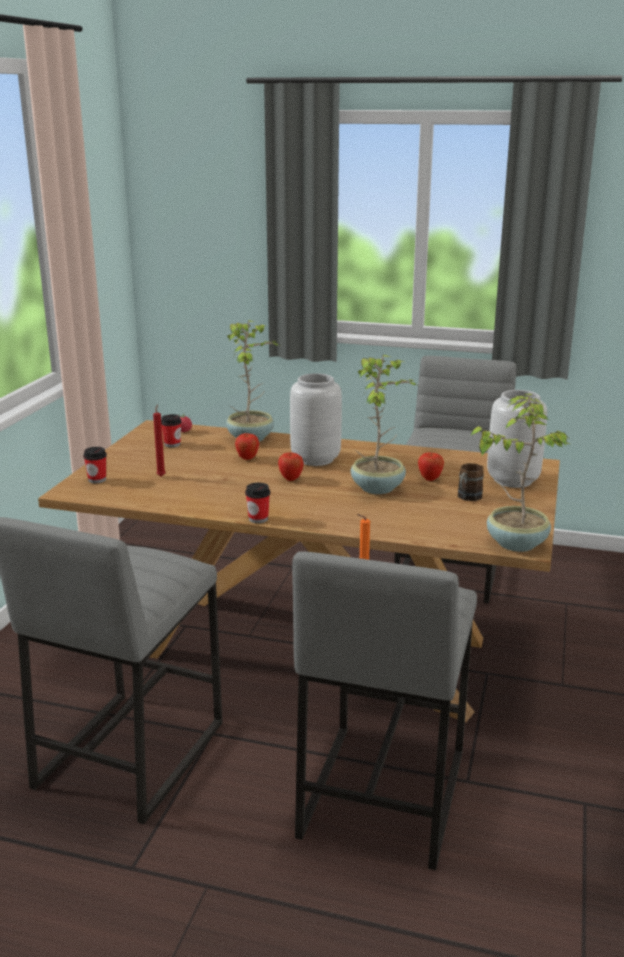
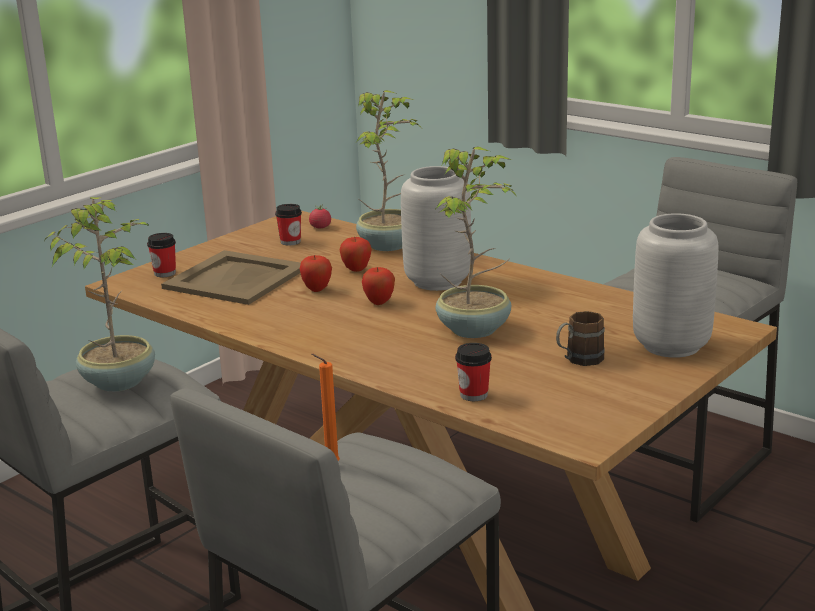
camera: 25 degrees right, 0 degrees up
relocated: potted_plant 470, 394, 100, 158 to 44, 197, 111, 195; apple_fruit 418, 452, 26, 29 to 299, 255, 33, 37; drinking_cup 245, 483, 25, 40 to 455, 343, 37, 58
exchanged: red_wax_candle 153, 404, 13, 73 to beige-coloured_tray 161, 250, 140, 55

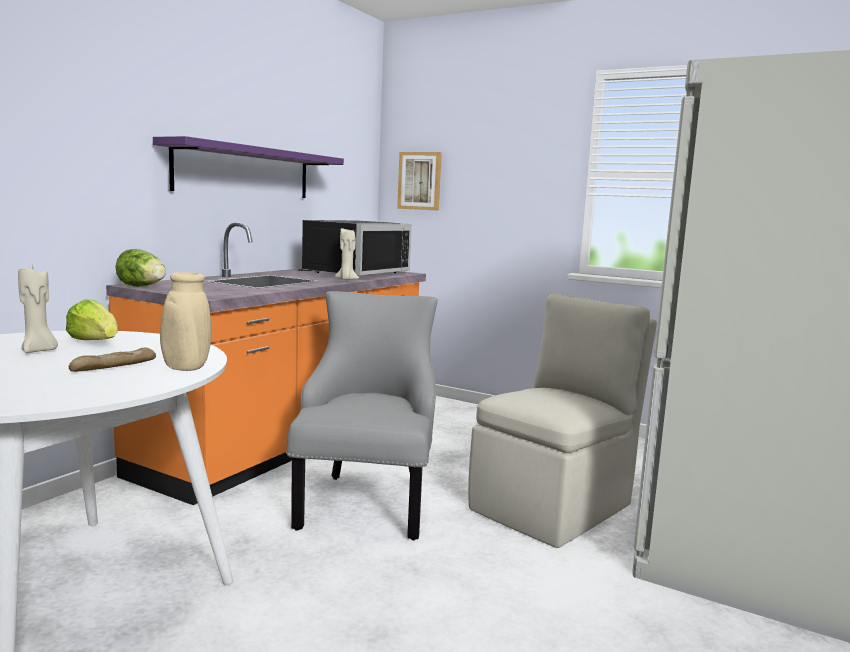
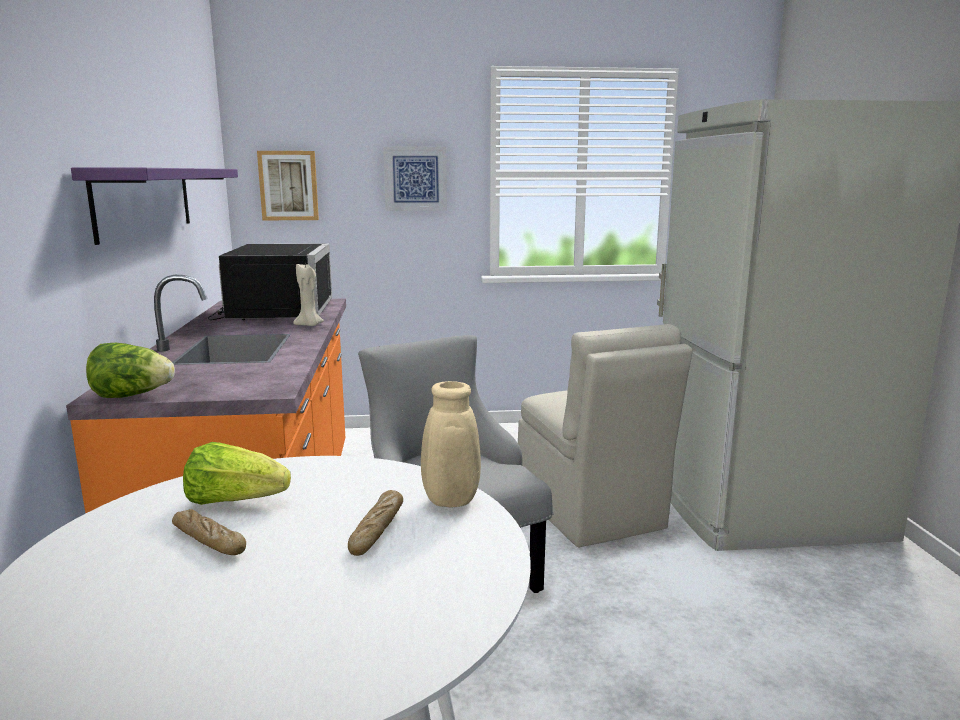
camera: 35 degrees left, 5 degrees up
appeared: picture 383, 147, 64, 64
exchanged: beige-coloured_wax_candle 18, 268, 40, 85 to bread 172, 509, 74, 46
spun: beige-coloured_chair 468, 294, 189, 254 = 518, 324, 175, 223 150 degrees clockwise

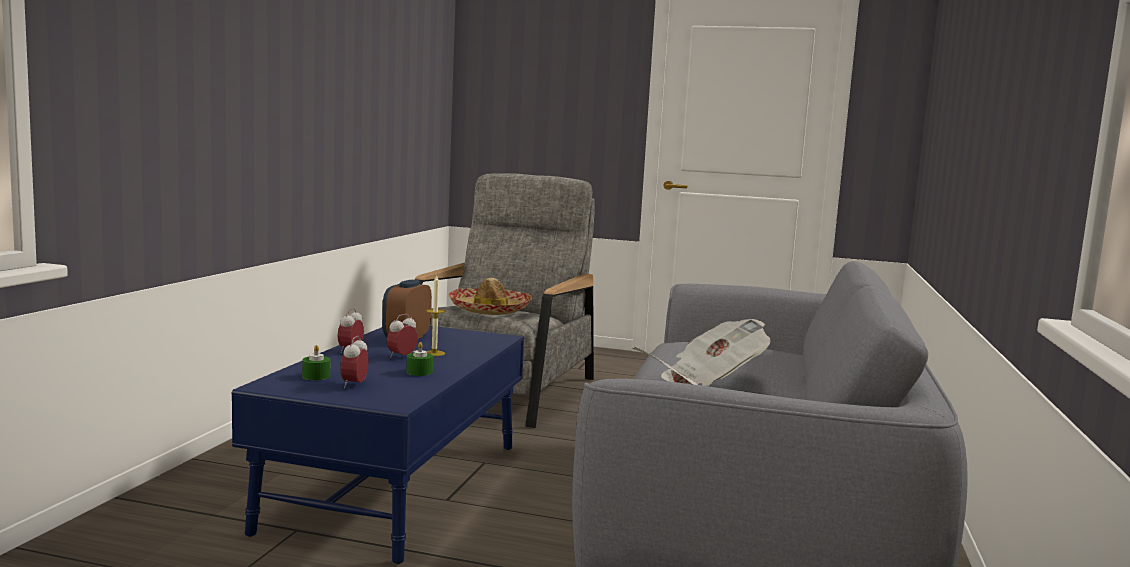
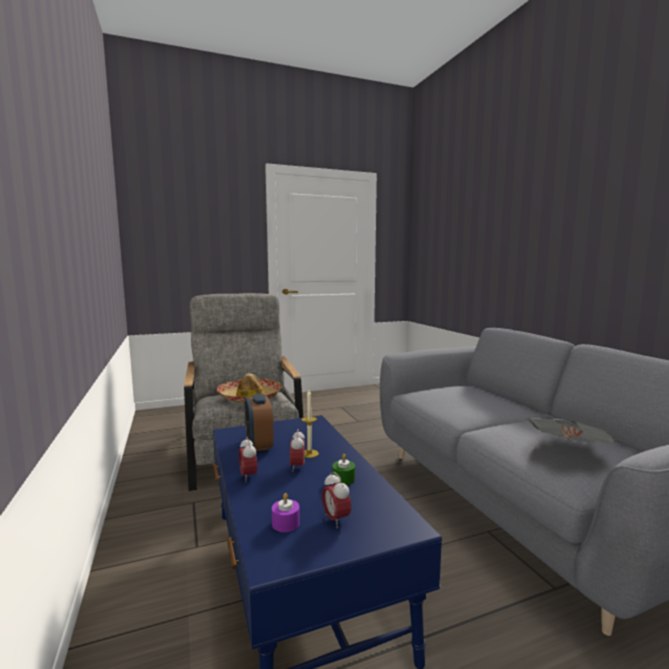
camera: 35 degrees left, 0 degrees up
missing: daily_paper 661, 319, 110, 67
colour: greenish_wax_candle 302, 345, 28, 35 to purple_wax_candle 272, 493, 28, 39

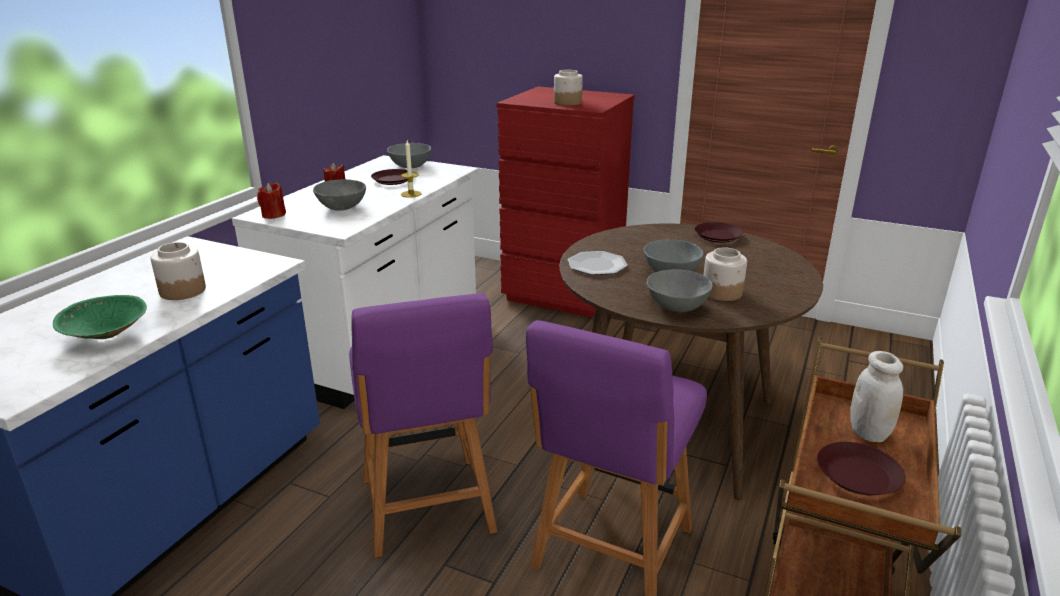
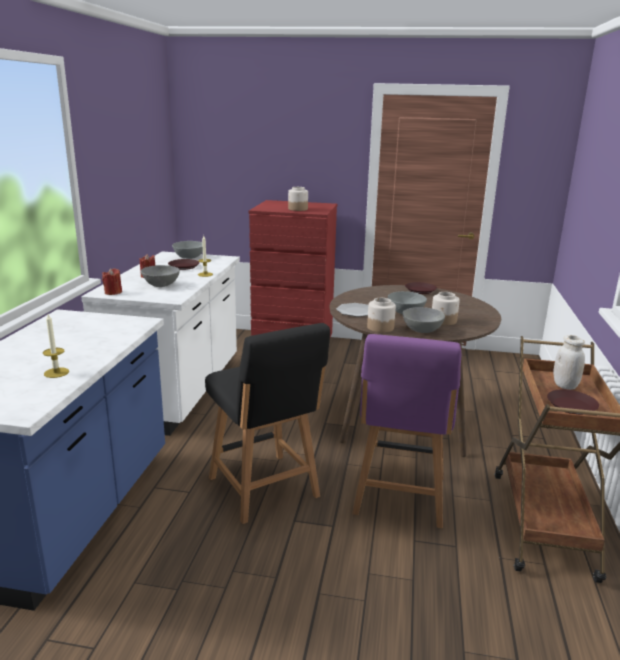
camera: 15 degrees left, 5 degrees down
relocated: jar 151, 242, 55, 58 to 367, 298, 29, 35
exchanged: greenish_serving_bowl 53, 295, 94, 44 to wax_candle 43, 314, 26, 64
colour: purple_chair 349, 293, 148, 265 to black_chair 205, 323, 125, 201

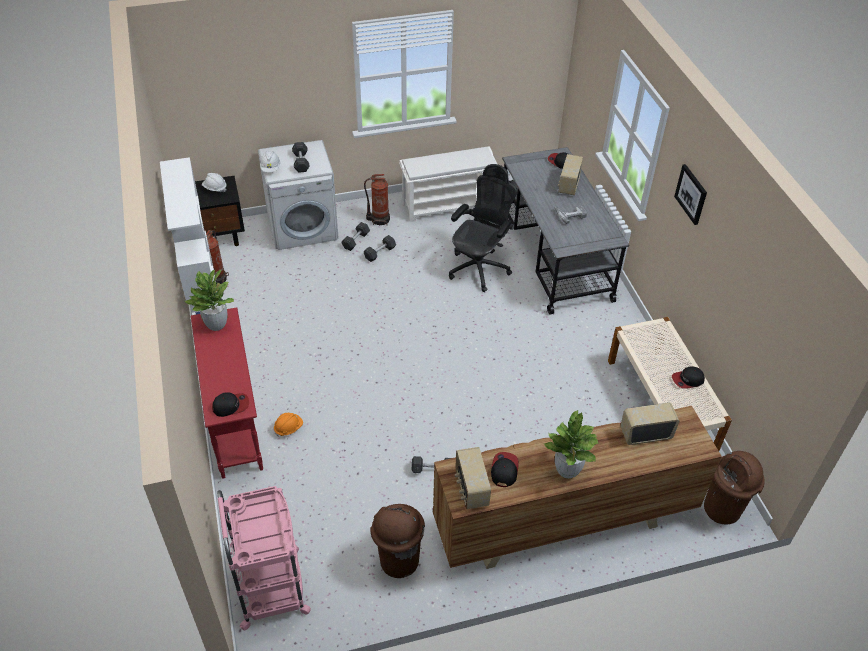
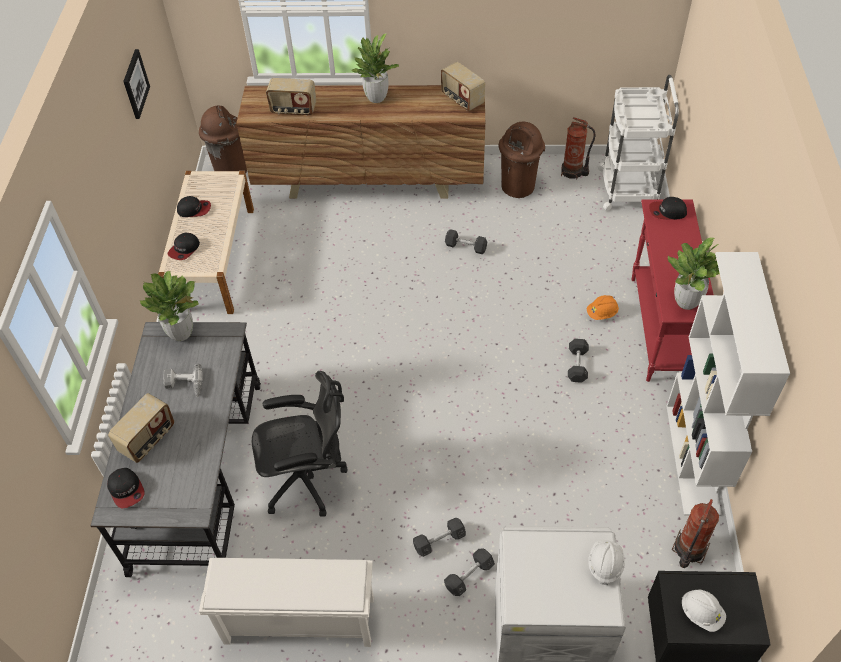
camera: 160 degrees left, 5 degrees up
appeared: potted_plant 140, 271, 59, 70
relocated: picture 674, 164, 33, 61 to 123, 49, 27, 70; cap 491, 452, 28, 35 to 167, 233, 33, 27; fire-fighting_cylinder 364, 174, 26, 51 to 561, 117, 34, 63; gray_dumbbell 292, 142, 17, 31 to 568, 338, 21, 45
colour: pinkish_trolley 218, 486, 93, 144 to white-coloured_trolley 598, 75, 81, 136
spun: computer_chair 449, 164, 68, 128 = 252, 371, 95, 146 150 degrees counterclockwise; radio 455, 447, 36, 62 = 441, 62, 44, 49 135 degrees clockwise

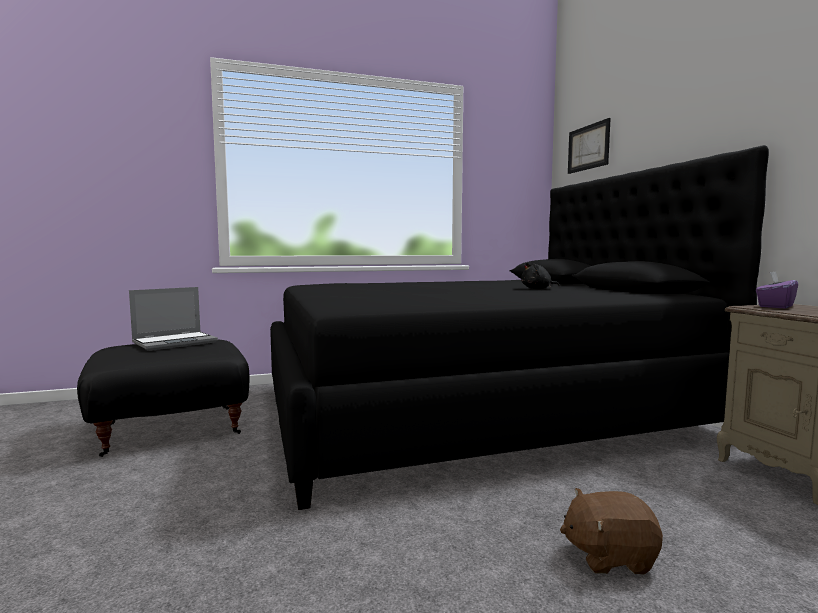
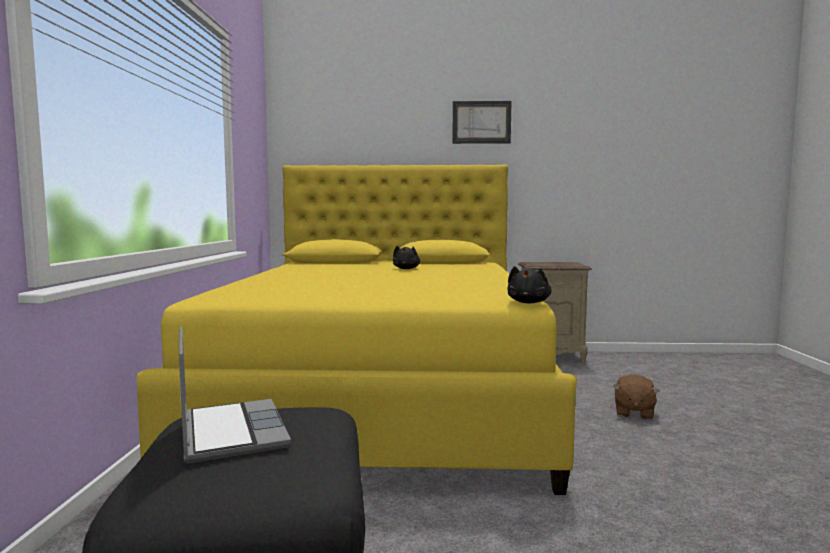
camera: 70 degrees left, 0 degrees up
missing: purple_tissue_box 756, 271, 42, 38
appeared: black_cuddly_toy 507, 266, 45, 37
relocated: picture 568, 118, 43, 56 to 452, 101, 59, 43
colour: black_bedroom_bed 270, 145, 499, 365 to yellowish_bedroom_bed 136, 165, 441, 330

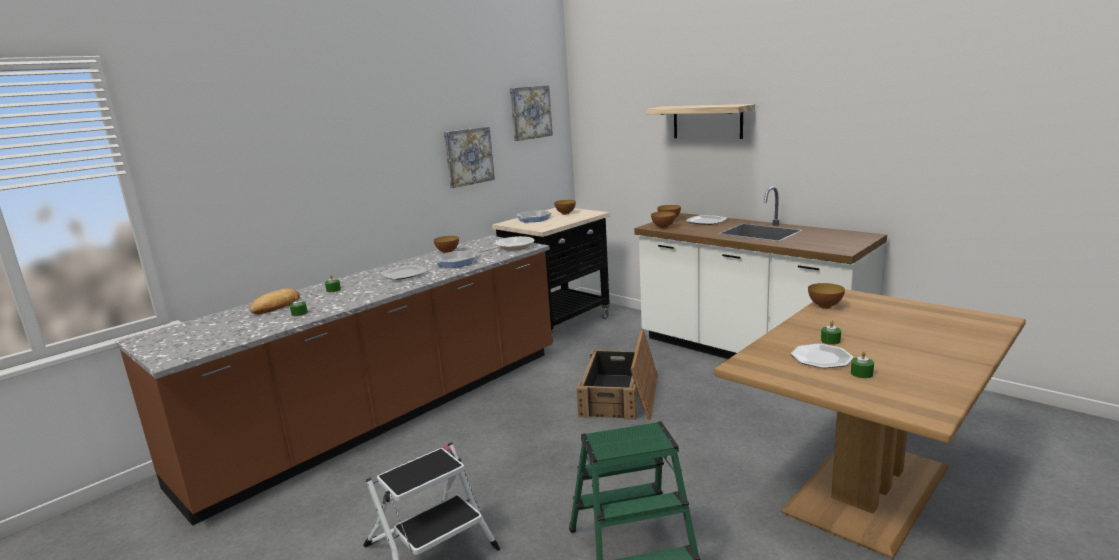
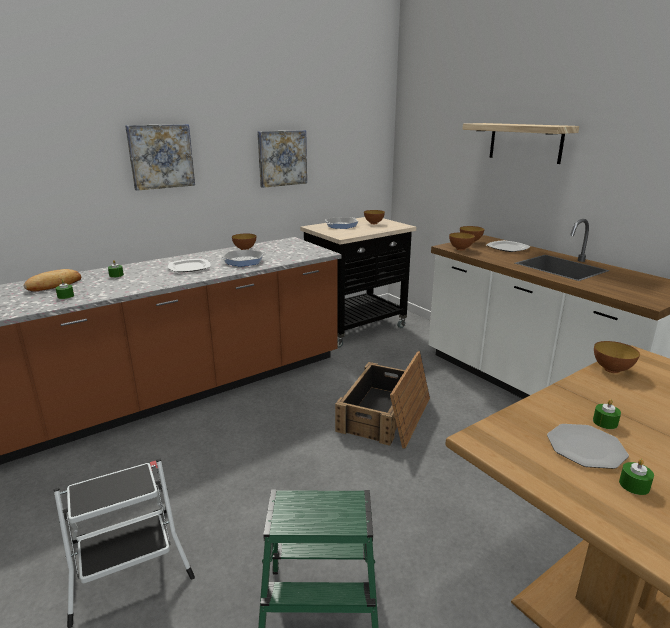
camera: 10 degrees right, 5 degrees up
missing: pan 478, 236, 57, 17
relocated: picture 510, 85, 43, 56 to 125, 124, 70, 67

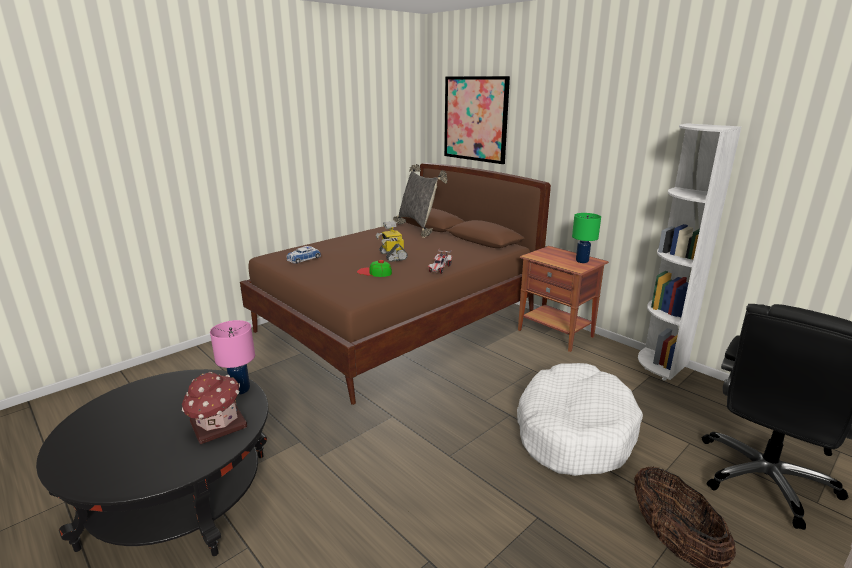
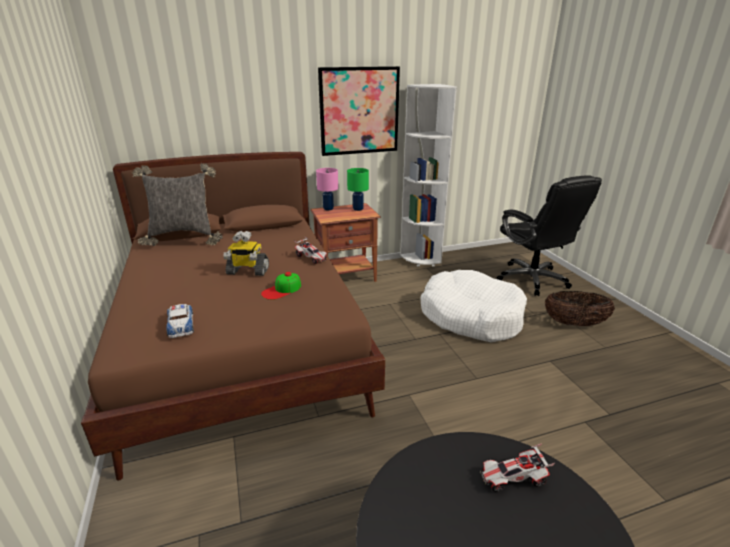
camera: 65 degrees left, 5 degrees up
relocated: pinkish_lamp_for_a_table 210, 320, 45, 75 to 316, 168, 22, 42; picture 444, 76, 66, 88 to 318, 66, 82, 90
exchanged: model_house 182, 372, 65, 72 to miniature_car 480, 443, 75, 49

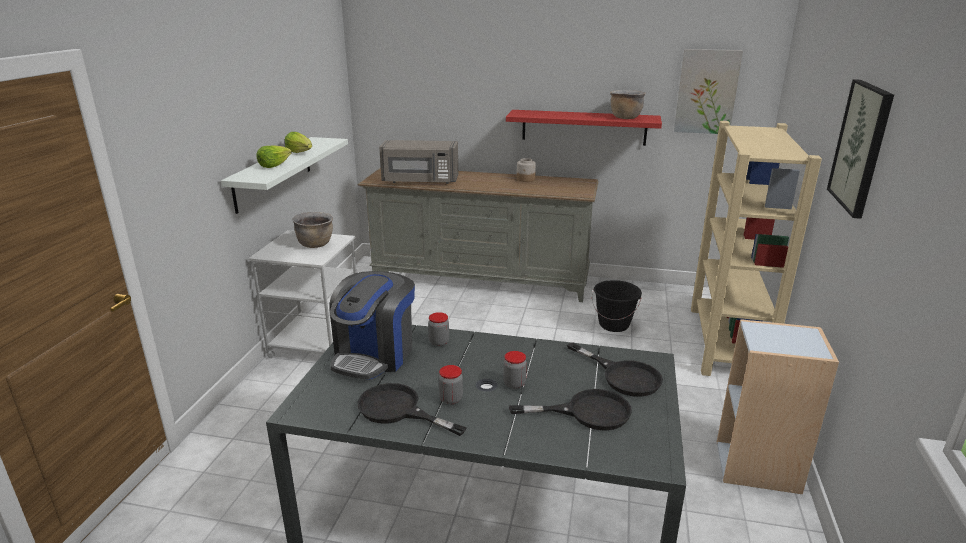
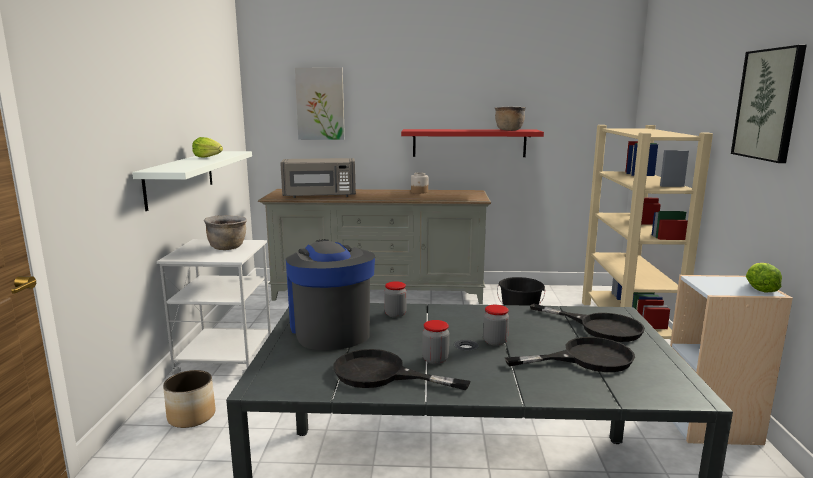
camera: 10 degrees left, 10 degrees down
appeared: plant_pot 163, 370, 52, 58
relocated: picture 674, 49, 69, 85 to 295, 68, 50, 72; lettuce 257, 145, 35, 23 to 746, 263, 36, 29
spun: coffee_brewer 329, 271, 86, 109 = 286, 239, 89, 111 150 degrees clockwise

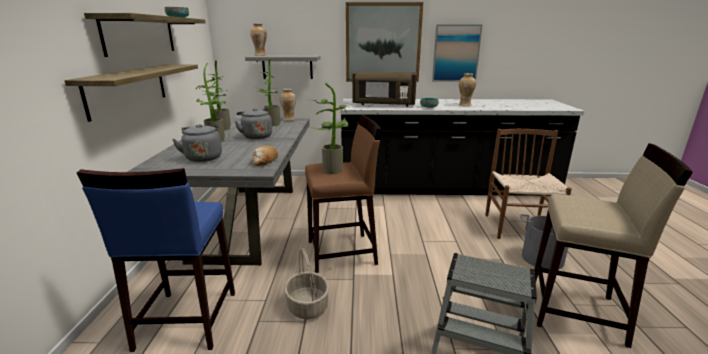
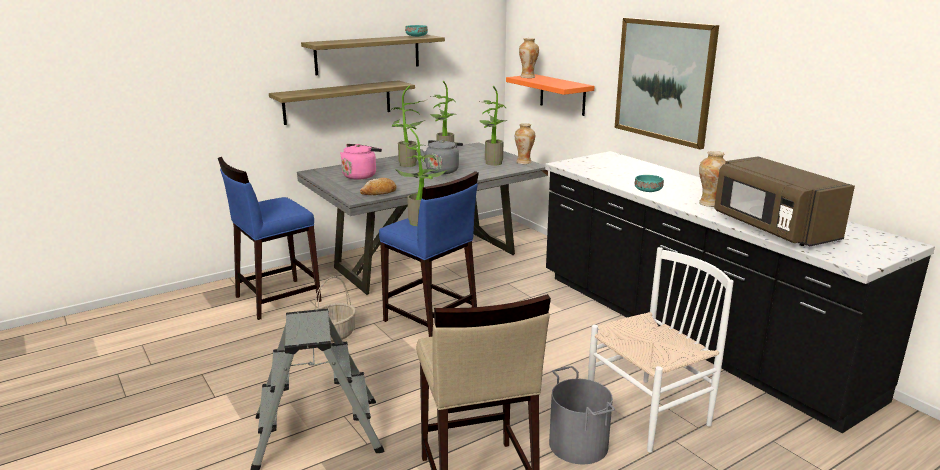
camera: 55 degrees right, 0 degrees up
missing: picture 432, 25, 50, 56
relocated: brown-coloured_microwave 352, 71, 65, 36 to 714, 156, 141, 91
colour: gray_kettle 172, 124, 50, 38 to pinkish_kettle 340, 144, 42, 36; brown-coloured_stool_seat 305, 115, 76, 158 to blue_stool_seat 379, 171, 100, 166; gray_wall_shelf 245, 55, 75, 24 to orangey_wall_shelf 506, 74, 89, 42; brown-coloured_chair 485, 129, 87, 110 to white-coloured_chair 588, 247, 146, 205

